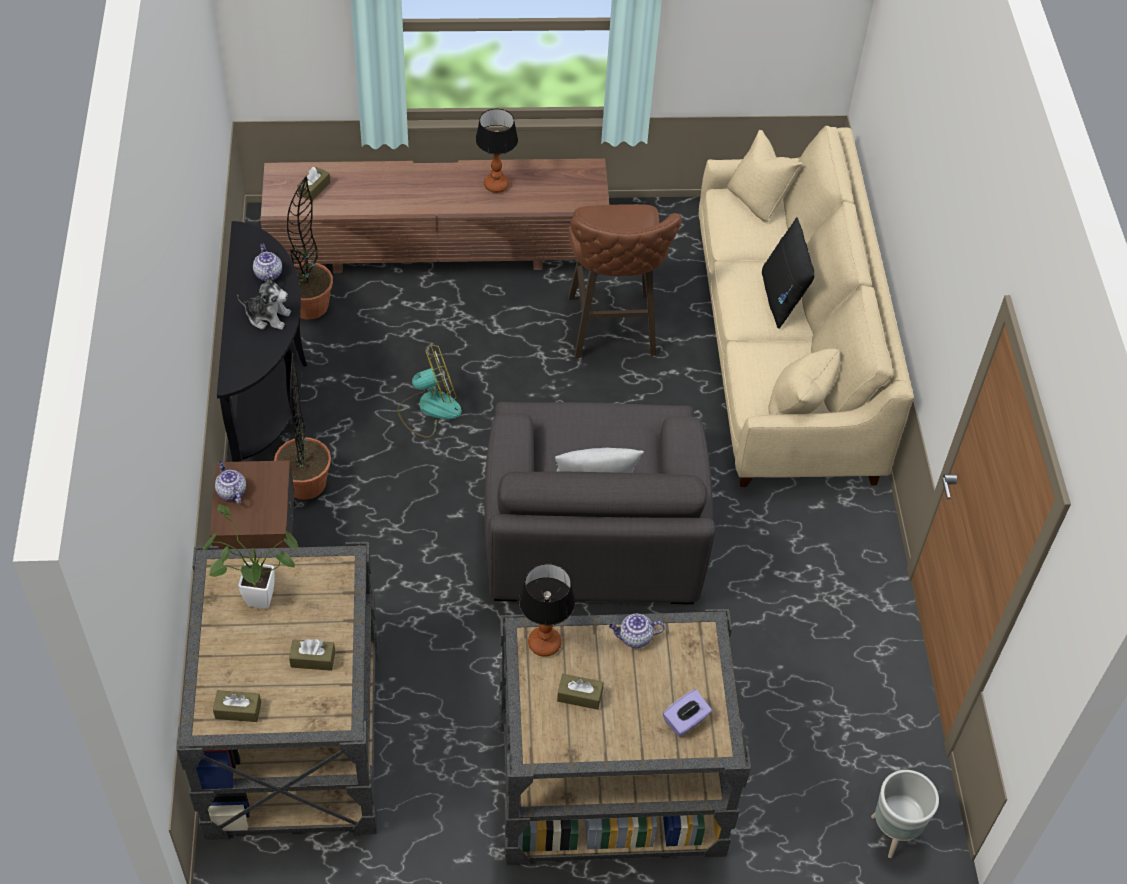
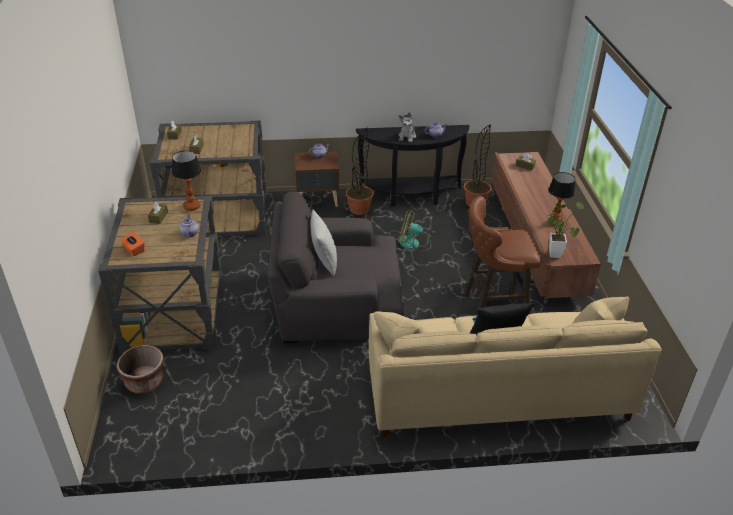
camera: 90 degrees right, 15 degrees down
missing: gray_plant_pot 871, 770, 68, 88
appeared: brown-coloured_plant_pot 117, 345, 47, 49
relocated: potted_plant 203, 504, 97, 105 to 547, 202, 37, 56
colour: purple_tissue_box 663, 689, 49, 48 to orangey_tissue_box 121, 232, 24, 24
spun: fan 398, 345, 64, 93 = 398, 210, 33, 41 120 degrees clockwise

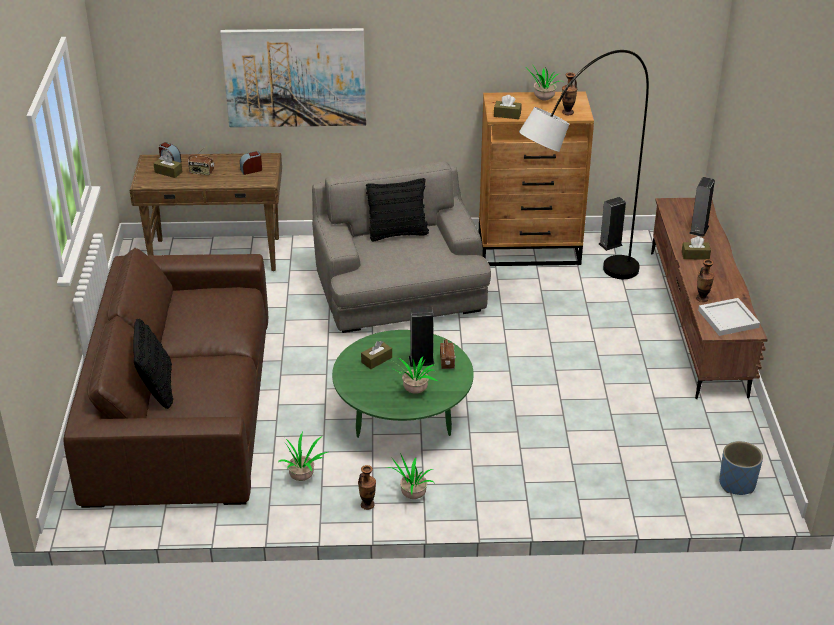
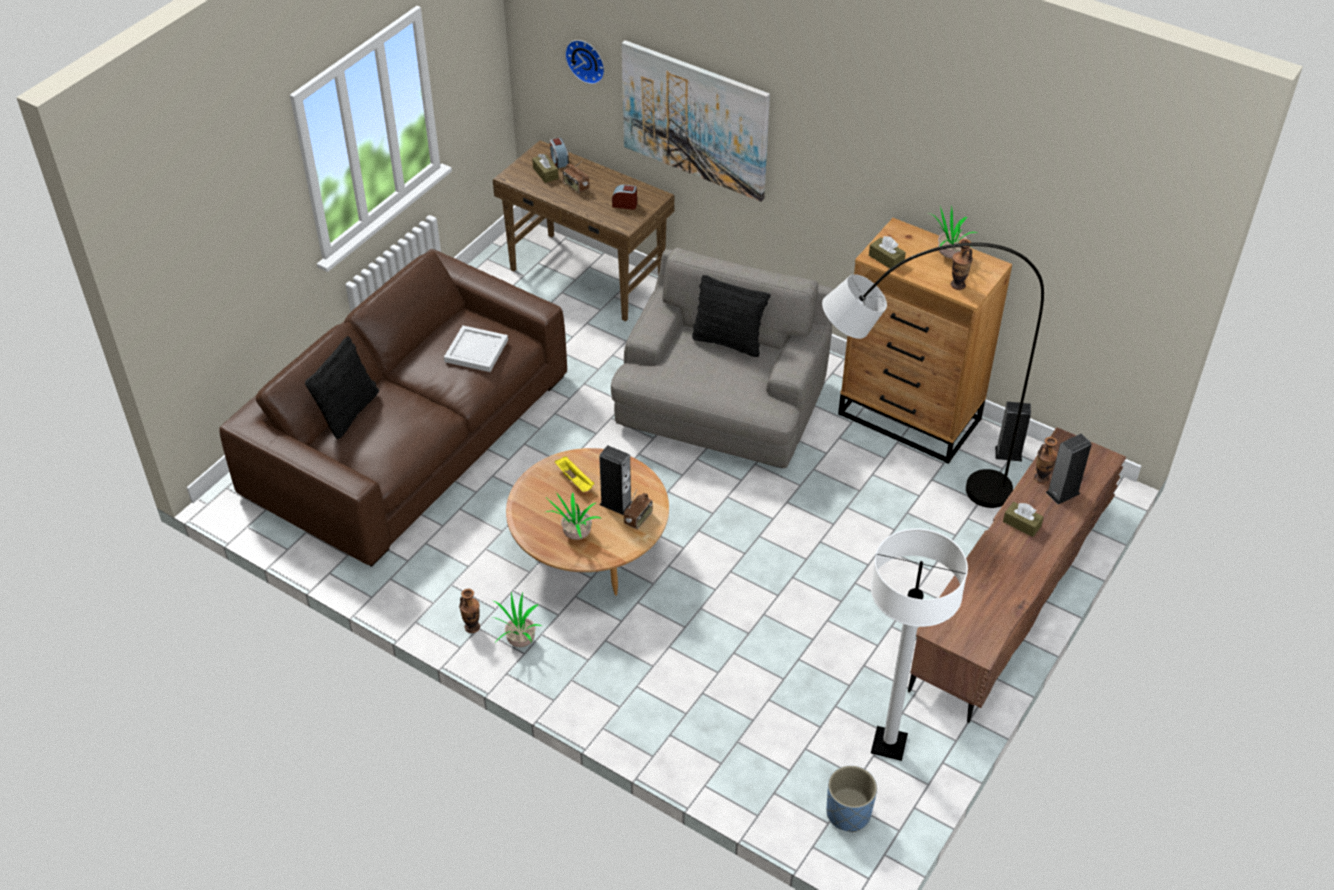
camera: 35 degrees right, 10 degrees up
missing: potted_plant 278, 431, 50, 50
appeared: wall_clock 565, 40, 40, 44; white-coloured_standard_lamp 871, 528, 97, 233
relocated: white-coloured_tray 698, 298, 62, 38 to 444, 326, 64, 46; flower_vase 696, 259, 18, 43 to 1034, 437, 24, 47
exchanged: brown-coloured_tissue_box 361, 341, 31, 28 to yellowish_tray 555, 457, 39, 35
colour: greenish_lounge_table 332, 330, 142, 108 to brown-coloured_lounge_table 506, 448, 163, 148

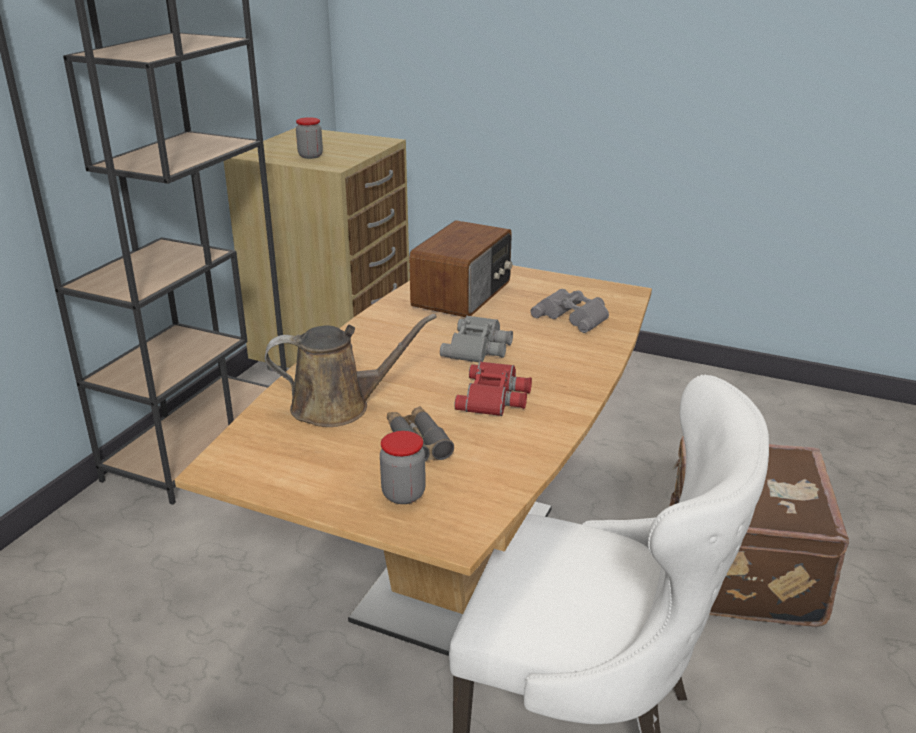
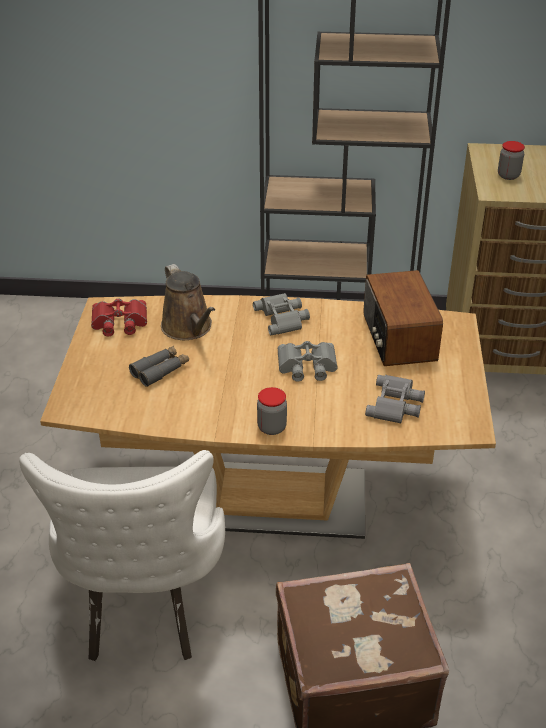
camera: 70 degrees right, 10 degrees up
appeared: gray_field_glasses 253, 293, 57, 42
relocated: red_field_glasses 454, 361, 78, 55 to 91, 299, 56, 37; jar 380, 431, 46, 73 to 257, 387, 30, 48
spun: radio 409, 220, 103, 97 = 363, 270, 80, 96 75 degrees clockwise

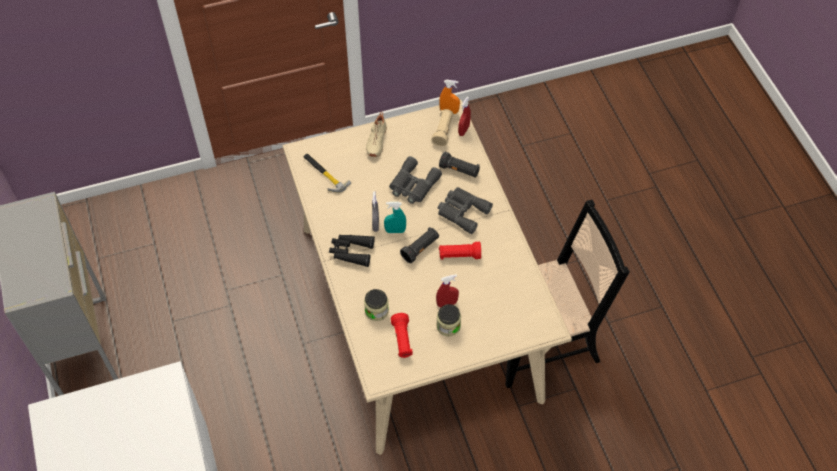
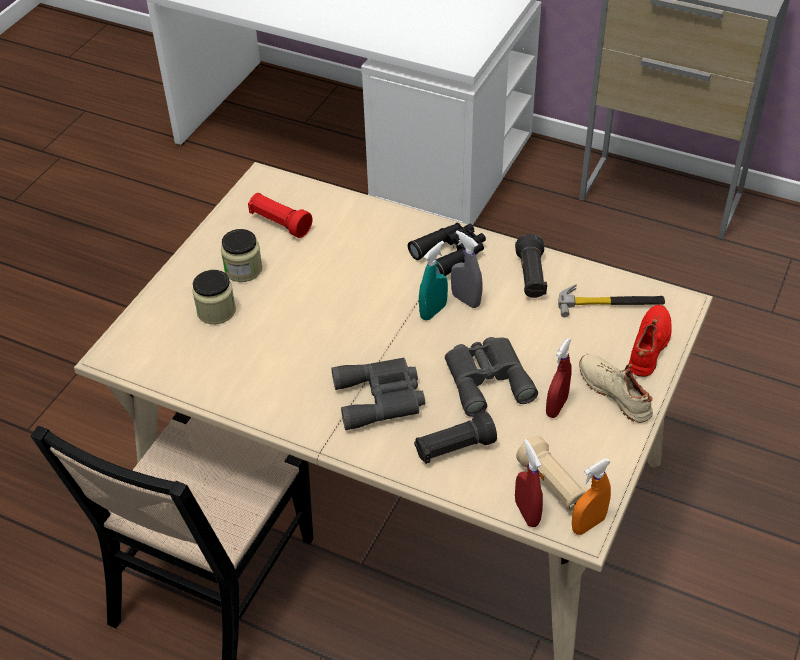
camera: 135 degrees right, 10 degrees down
missing: red_hand_torch 439, 242, 42, 18
appeared: red_item_of_footwear 628, 305, 44, 72
relocated: jar 364, 289, 25, 32 to 192, 270, 44, 54; black_hand_torch 400, 227, 39, 36 to 515, 234, 32, 64; red_hand_sprayer 436, 274, 23, 34 to 546, 338, 26, 80

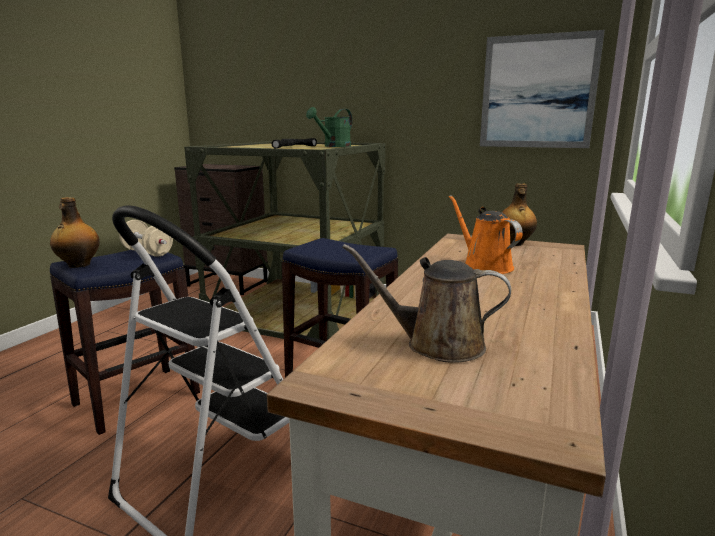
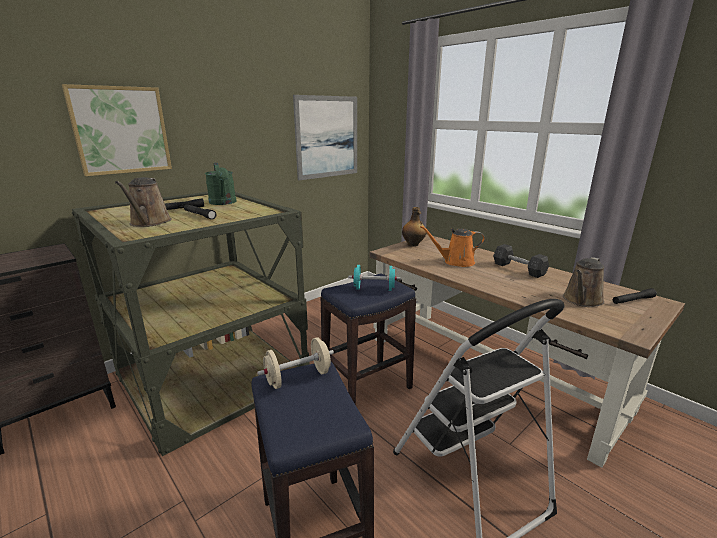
camera: 65 degrees left, 5 degrees up
missing: bottle 50, 197, 50, 71
appeared: picture 62, 84, 110, 92; brown-coloured_sprinkling_can 115, 177, 57, 50; turquoise_dumbbell 348, 265, 53, 26; gray_dumbbell 493, 244, 56, 34; black_hand_torch 613, 288, 44, 16

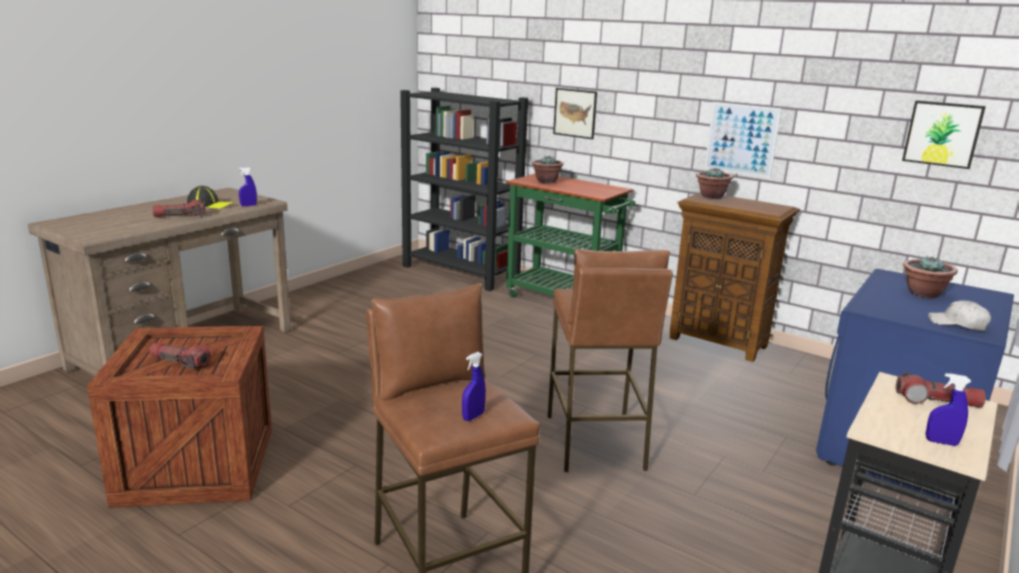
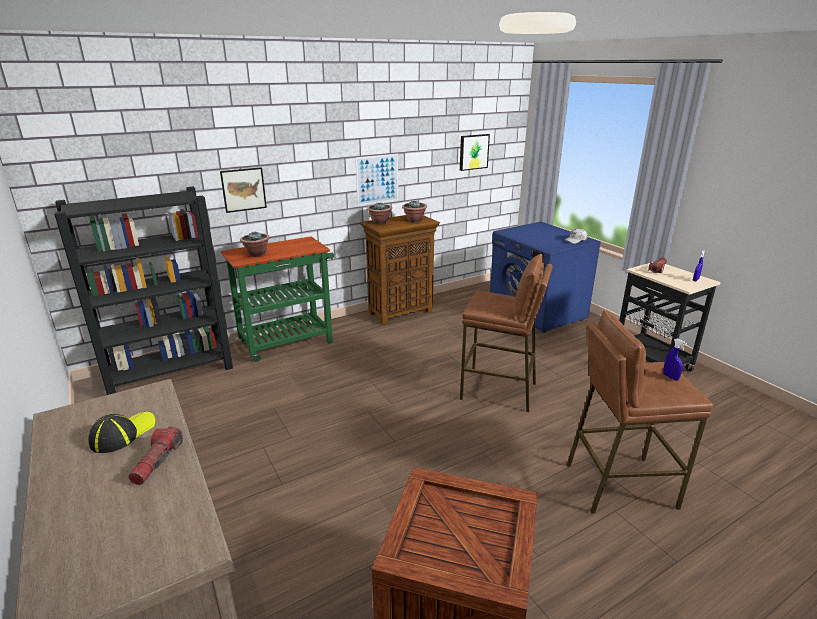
camera: 65 degrees left, 5 degrees up
missing: hand_torch 150, 343, 61, 26; blue_hand_sprayer 239, 167, 18, 39
relocated: potted_plant 903, 255, 55, 44 to 402, 201, 25, 21

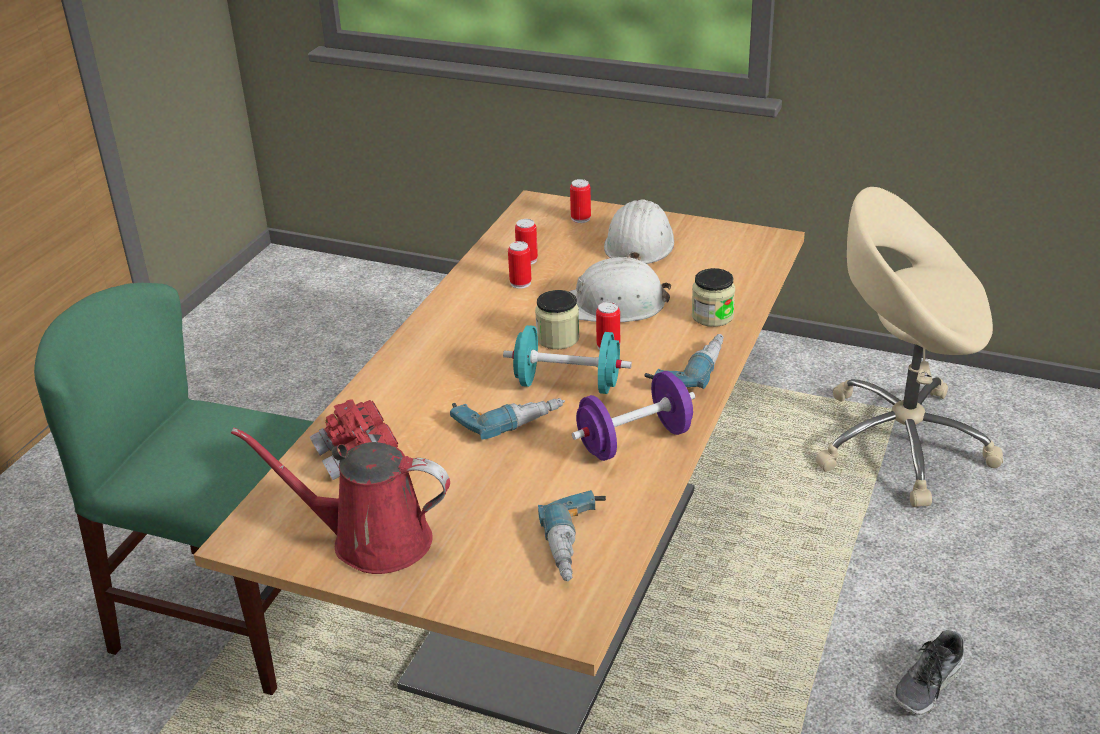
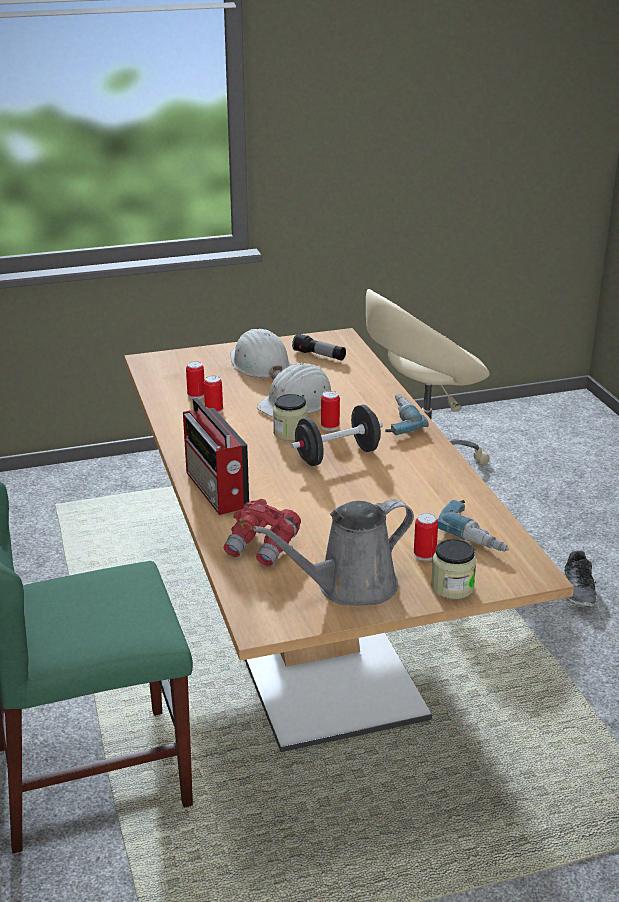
camera: 40 degrees left, 5 degrees down
missing: power_drill 450, 398, 115, 42; purple_dumbbell 572, 371, 123, 90
appeared: radio 183, 398, 66, 117; hand_torch 292, 333, 54, 28
relocated: can 570, 179, 21, 44 to 414, 513, 24, 48; jar 691, 268, 44, 59 to 431, 539, 45, 60
colour: red_sprinkling_can 231, 428, 219, 146 to gray_sprinkling_can 253, 500, 161, 105; turquoise_dumbbell 503, 325, 129, 69 to black_dumbbell 291, 405, 92, 61

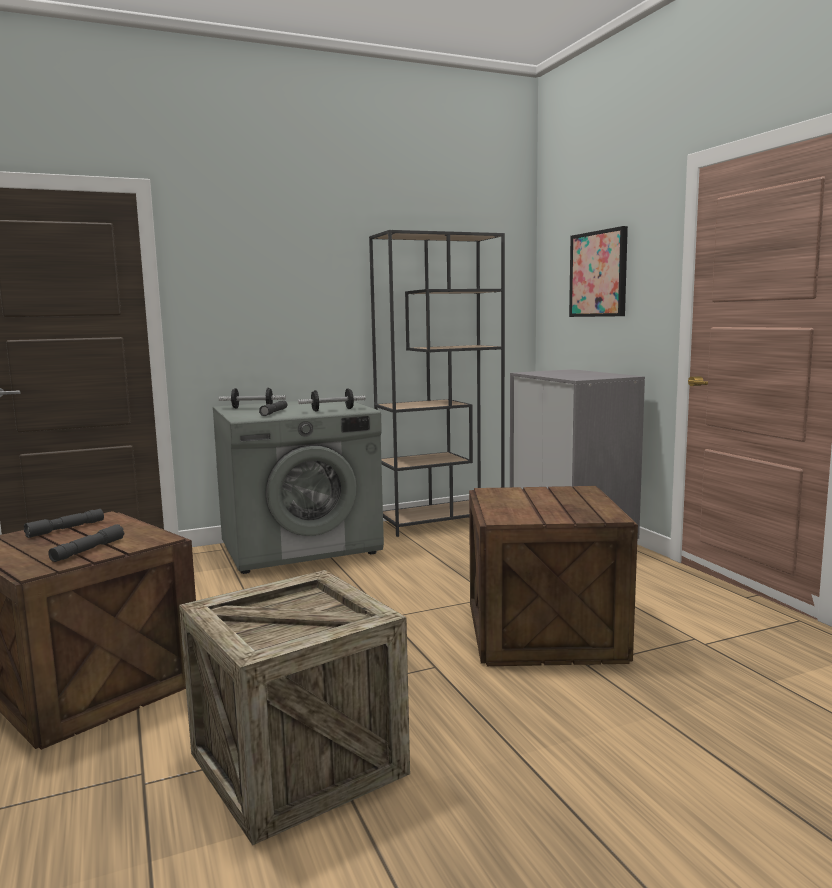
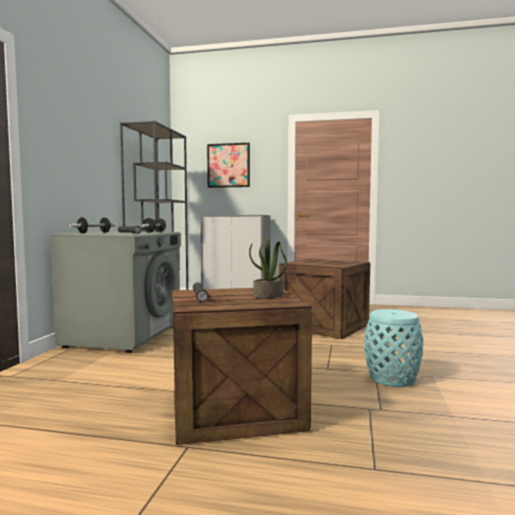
camera: 55 degrees left, 5 degrees down
exchanged: gray_hand_torch 48, 524, 76, 38 to potted_plant 249, 236, 38, 63; crate 179, 570, 231, 275 to turquoise_stool_seat 364, 309, 59, 78

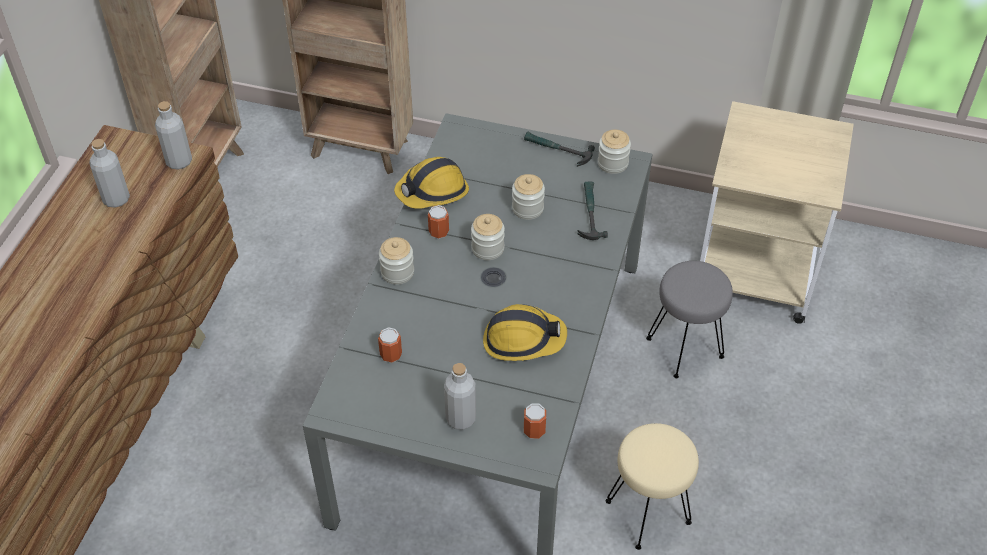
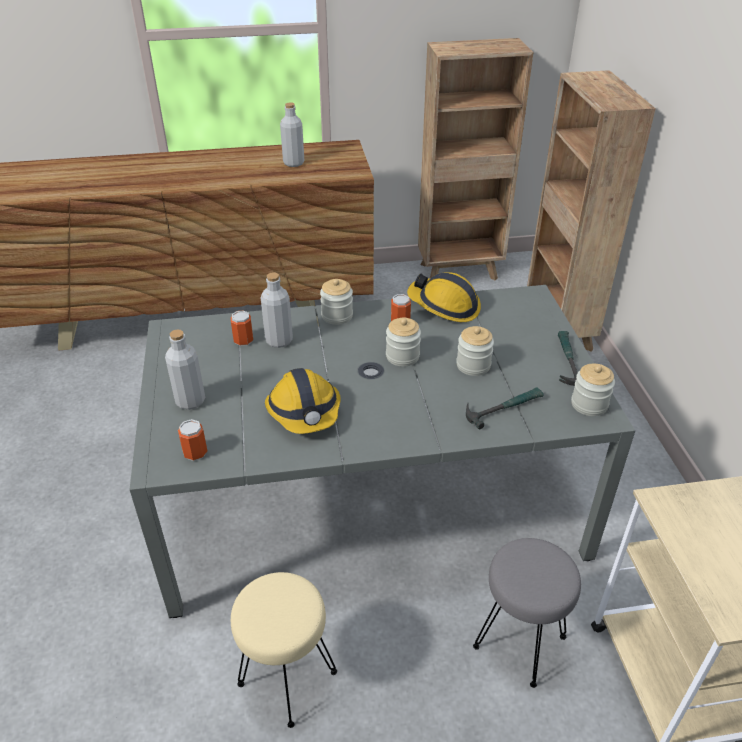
camera: 65 degrees right, 10 degrees down
relocated: gray_bottle 155, 101, 37, 69 to 261, 272, 32, 76

